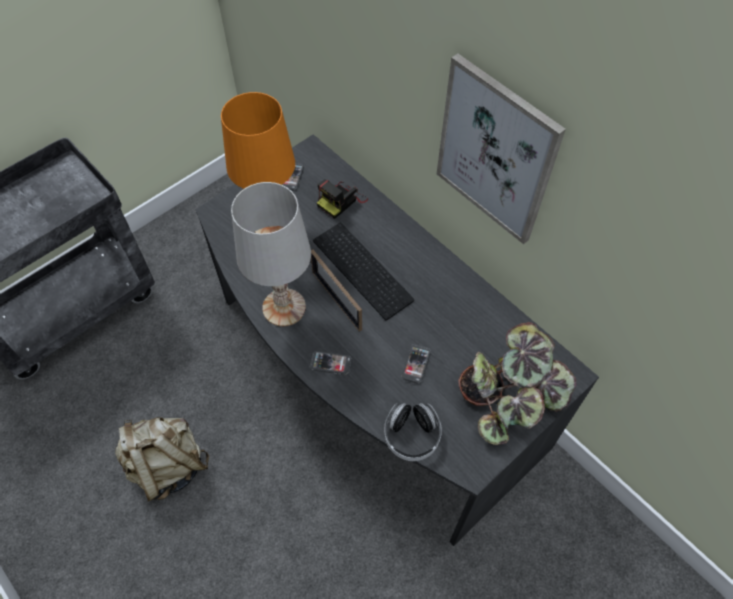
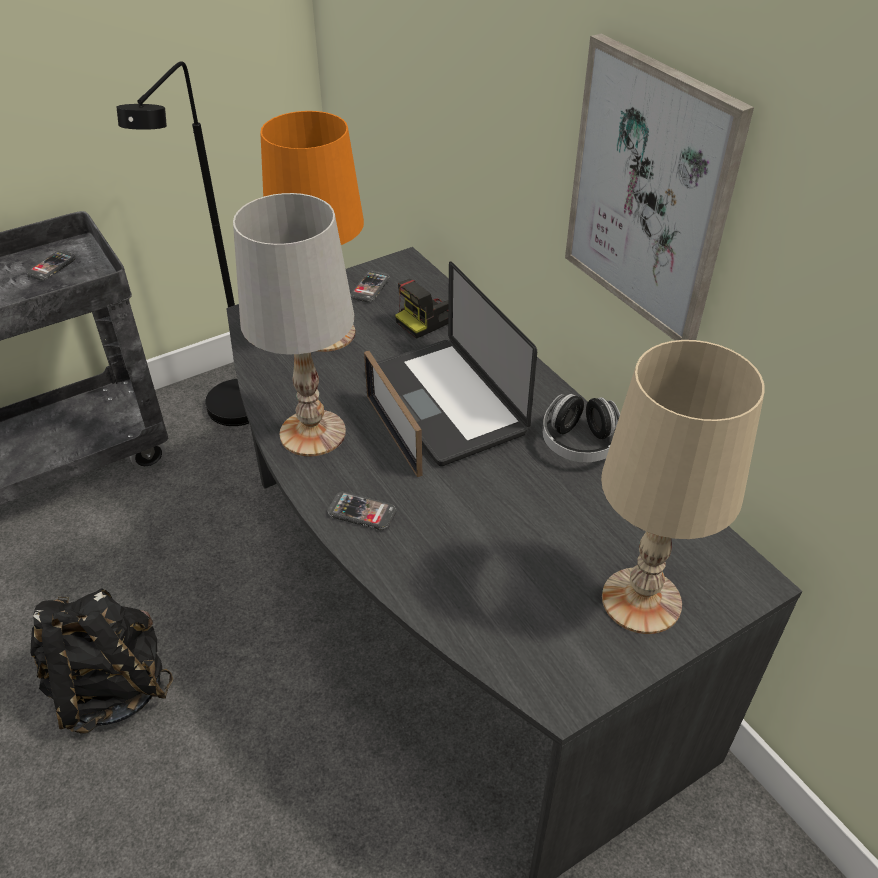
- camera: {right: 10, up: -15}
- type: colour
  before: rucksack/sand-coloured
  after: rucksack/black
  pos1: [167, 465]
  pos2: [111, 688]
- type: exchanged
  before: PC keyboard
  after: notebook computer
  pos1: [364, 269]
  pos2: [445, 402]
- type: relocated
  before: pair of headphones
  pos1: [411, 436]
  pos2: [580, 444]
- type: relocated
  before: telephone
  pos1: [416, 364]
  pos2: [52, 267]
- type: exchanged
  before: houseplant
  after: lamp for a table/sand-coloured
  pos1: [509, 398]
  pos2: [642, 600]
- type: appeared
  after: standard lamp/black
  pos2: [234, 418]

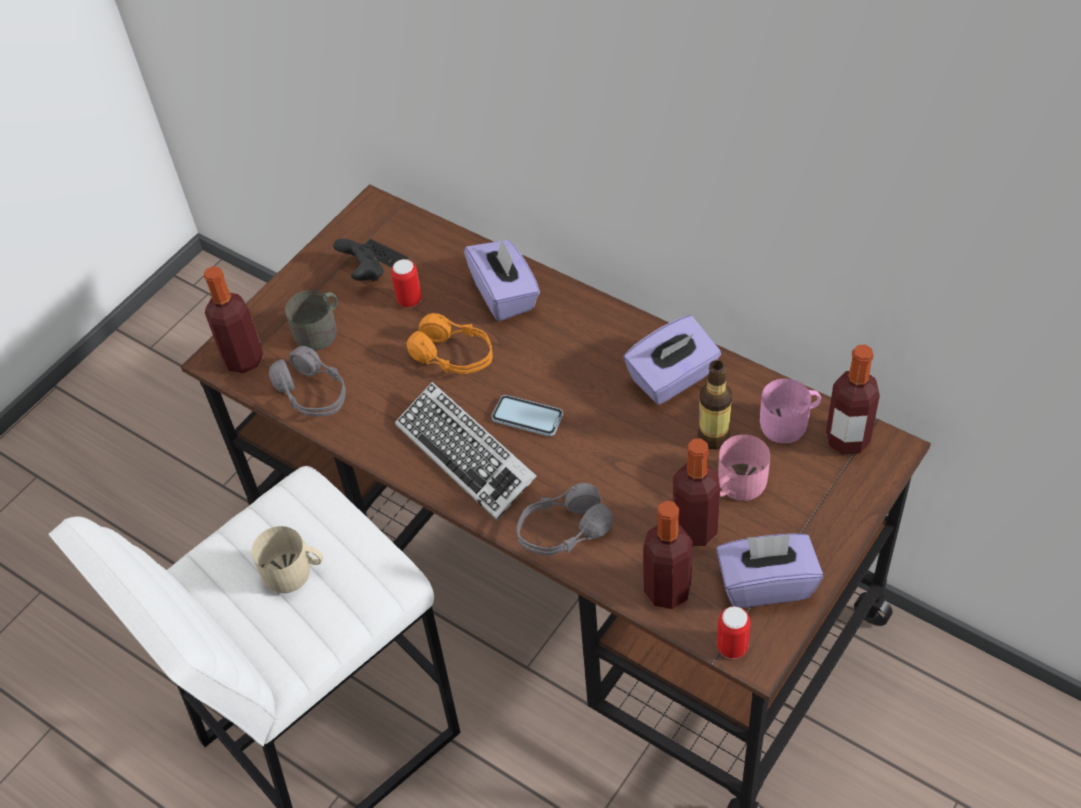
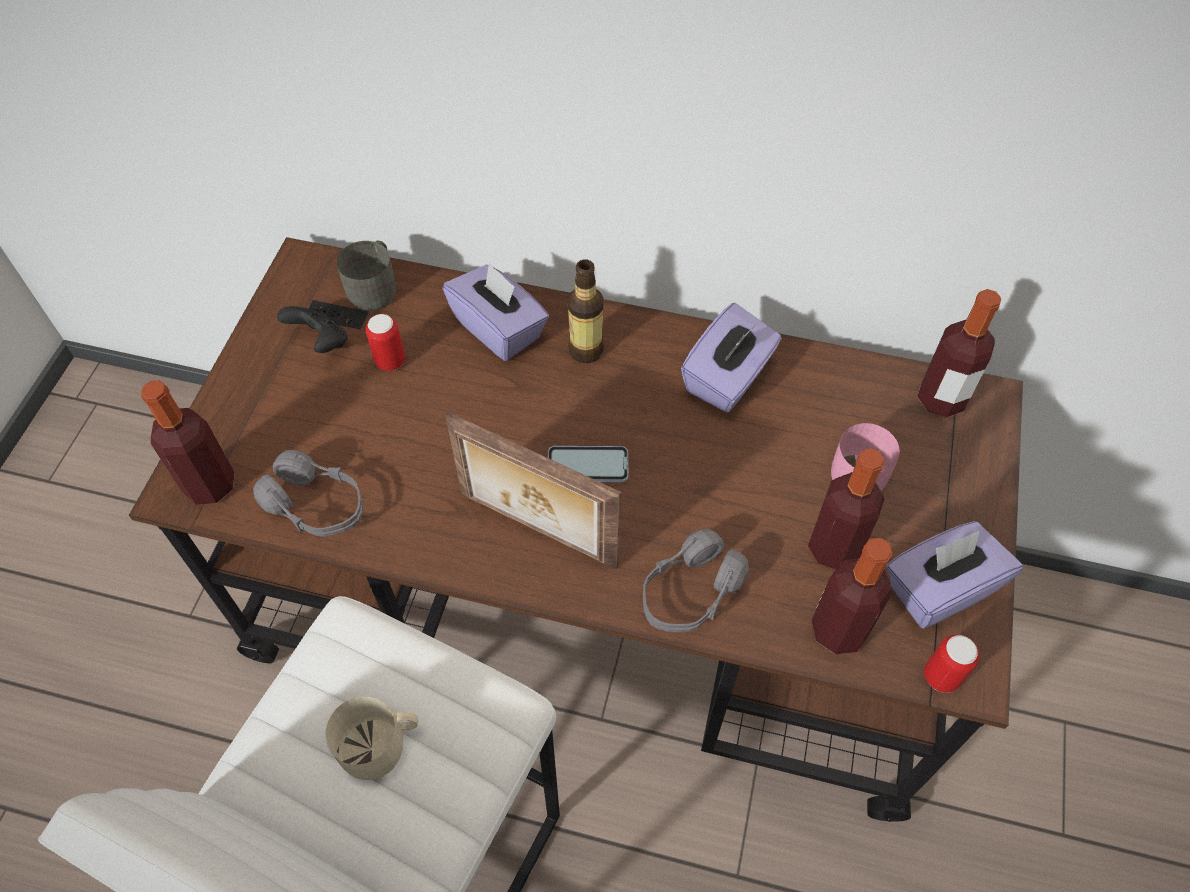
- camera: {right: -25, up: 5}
- type: relocated
  before: tea mug/greyish
  pos1: [321, 331]
  pos2: [375, 287]
- type: exchanged
  before: PC keyboard
  after: standing frame
  pos1: [466, 455]
  pos2: [536, 532]
- type: missing
  before: pair of headphones/orange
  pos1: [454, 356]
- type: relocated
  before: beverage bottle
  pos1: [713, 437]
  pos2: [586, 350]
- type: missing
  before: tea mug/pink
  pos1: [790, 423]

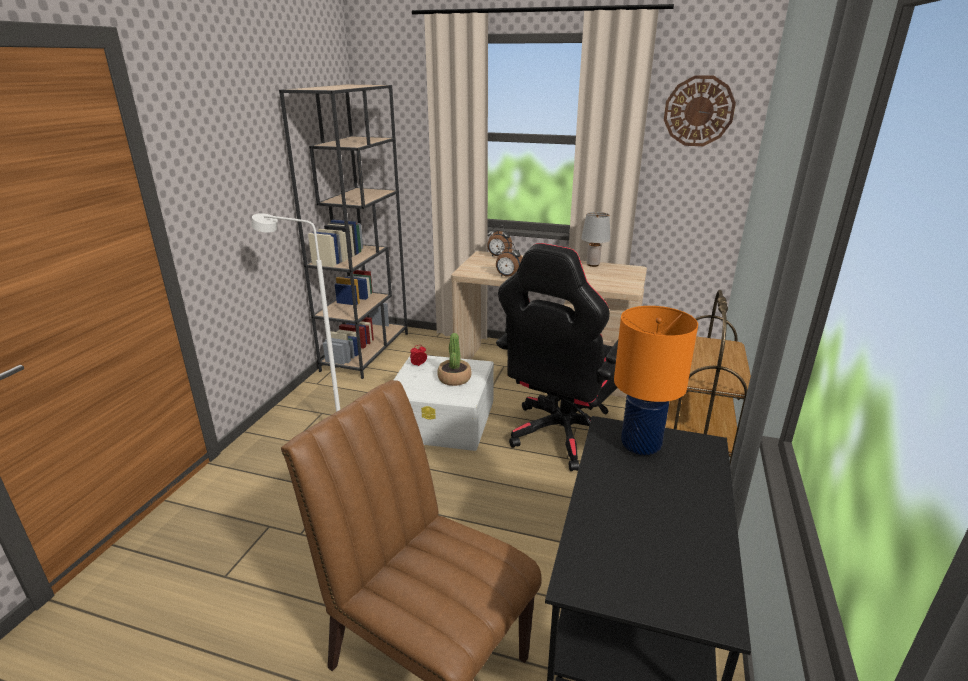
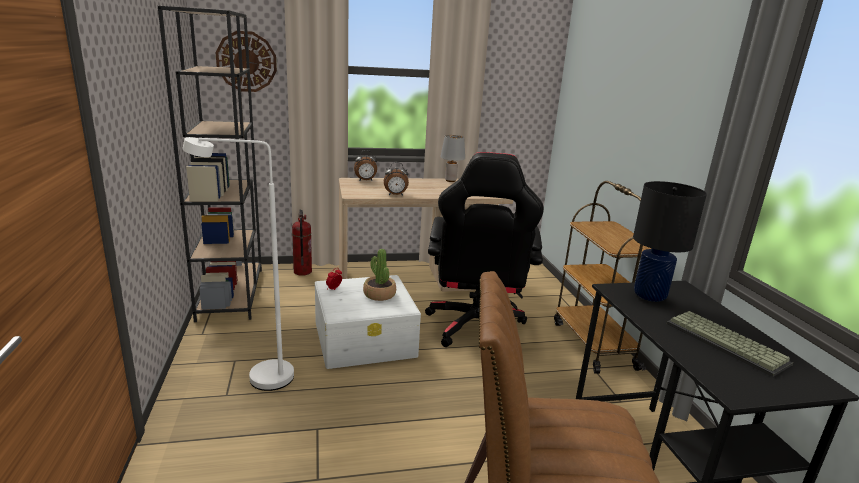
- camera: {right: -30, up: -5}
- type: colour
  before: lamp for a table/orange
  after: lamp for a table/black
  pos1: [640, 447]
  pos2: [649, 297]
- type: relocated
  before: hanging clock
  pos1: [698, 111]
  pos2: [246, 61]
- type: appeared
  after: extinguisher
  pos2: [302, 272]
- type: appeared
  after: PC keyboard
  pos2: [727, 343]

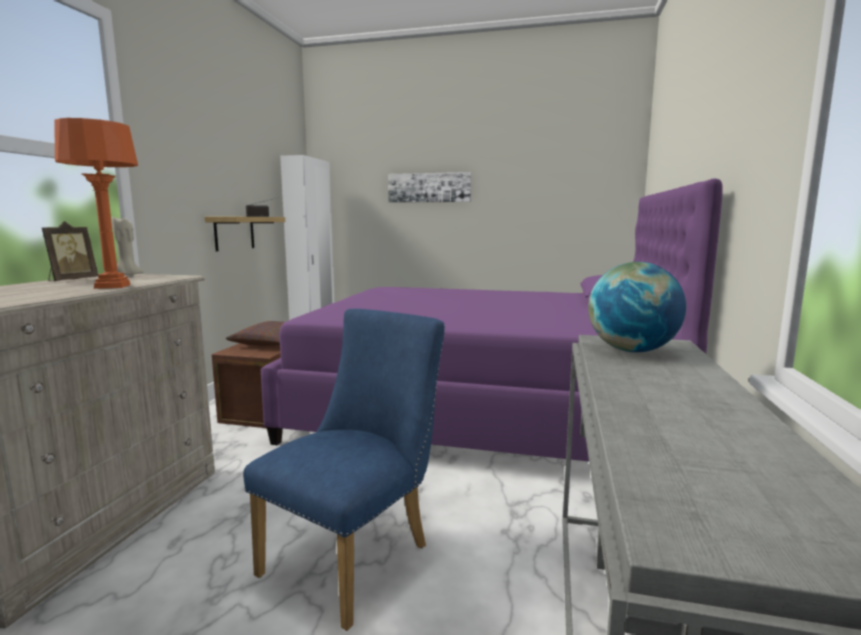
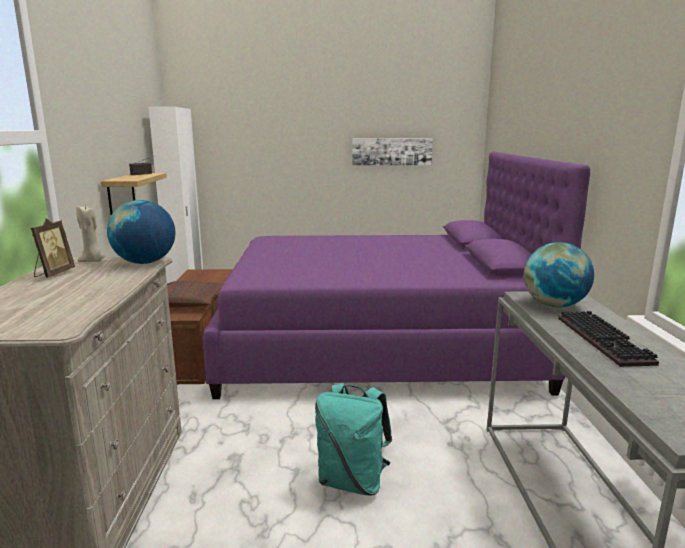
- camera: {right: -15, up: 5}
- type: missing
  before: lamp for a table/orange
  pos1: [113, 286]
- type: exchanged
  before: plain chair/blue
  after: rucksack/turquoise-coloured
  pos1: [356, 556]
  pos2: [352, 481]
- type: relocated
  before: wall picture
  pos1: [429, 187]
  pos2: [391, 151]
- type: appeared
  after: world globe
  pos2: [145, 262]
- type: appeared
  after: PC keyboard
  pos2: [606, 341]

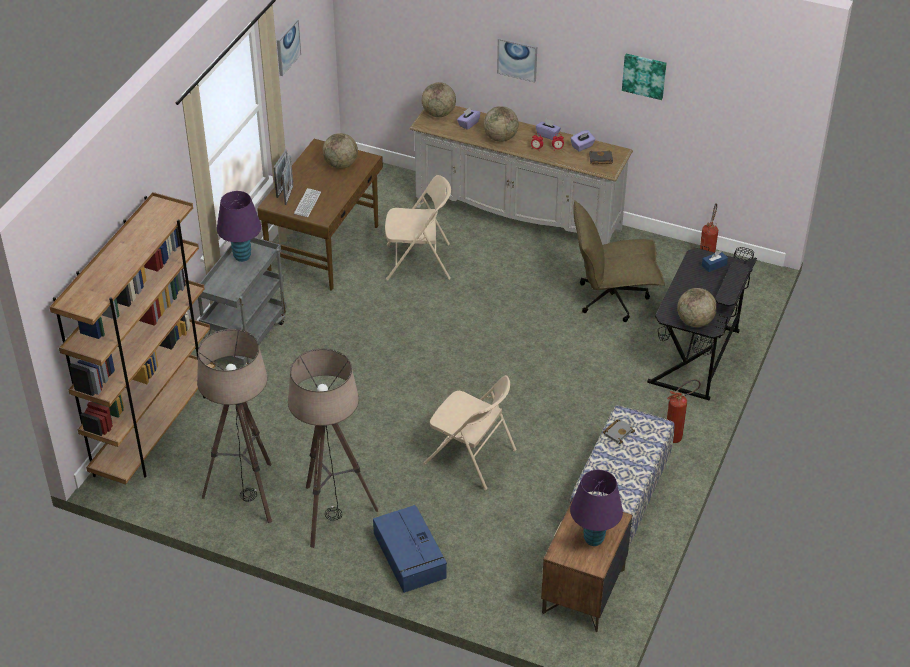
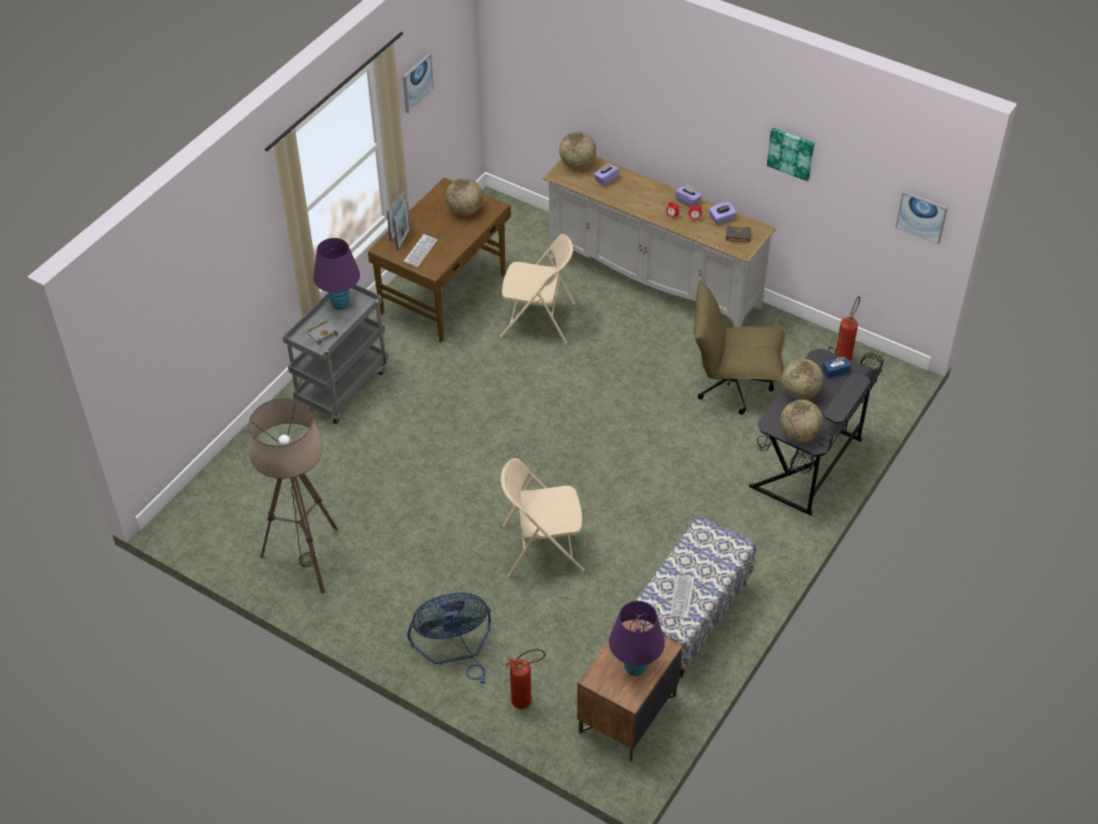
- camera: {right: 10, up: 5}
- type: missing
  before: bookshelf/brown-coloured
  pos1: [155, 429]
- type: missing
  before: standard lamp
  pos1: [332, 514]
- type: exchanged
  before: storage bin/blue
  after: fan/blue
  pos1: [410, 556]
  pos2: [456, 650]
- type: spun
  before: plain chair/sand-coloured
  pos1: [470, 457]
  pos2: [543, 547]
  turn: 135
- type: relocated
  before: world globe
  pos1: [500, 138]
  pos2: [800, 393]
- type: relocated
  before: wall picture
  pos1: [517, 59]
  pos2: [921, 216]
- type: relocated
  before: volume/greyish
  pos1: [618, 432]
  pos2: [322, 333]
- type: relocated
  before: extinguisher
  pos1: [677, 436]
  pos2: [526, 700]
- type: appeared
  after: PC keyboard
  pos2: [682, 597]

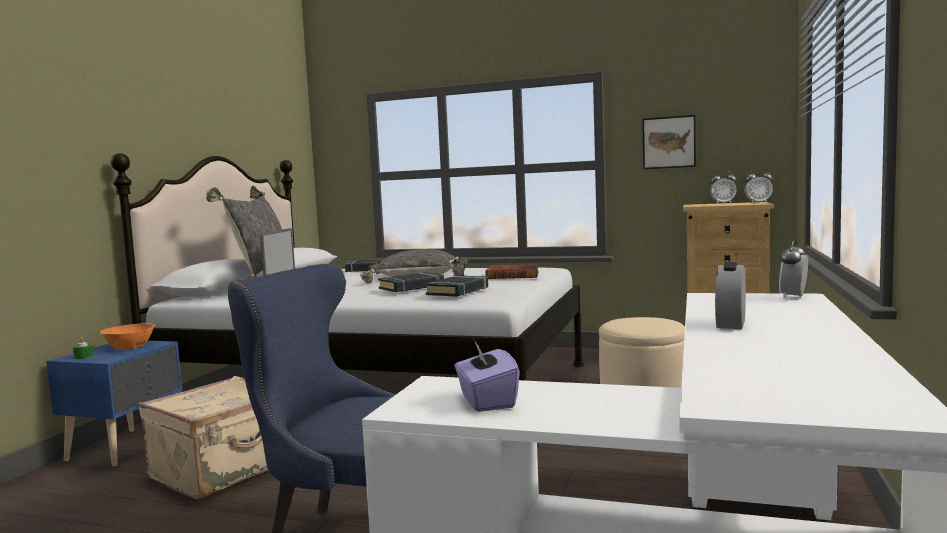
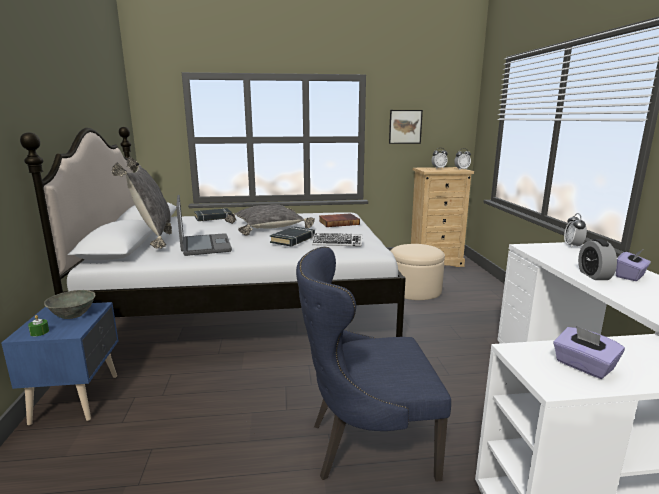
- camera: {right: -25, up: 10}
- type: colour
  before: serving bowl/orange
  after: serving bowl/greyish
  pos1: [129, 347]
  pos2: [72, 314]
- type: missing
  before: piece of luggage/sand-coloured
  pos1: [224, 470]
- type: exchanged
  before: volume/black
  after: PC keyboard
  pos1: [458, 291]
  pos2: [337, 243]
- type: appeared
  after: tissue box/purple-coloured
  pos2: [630, 276]

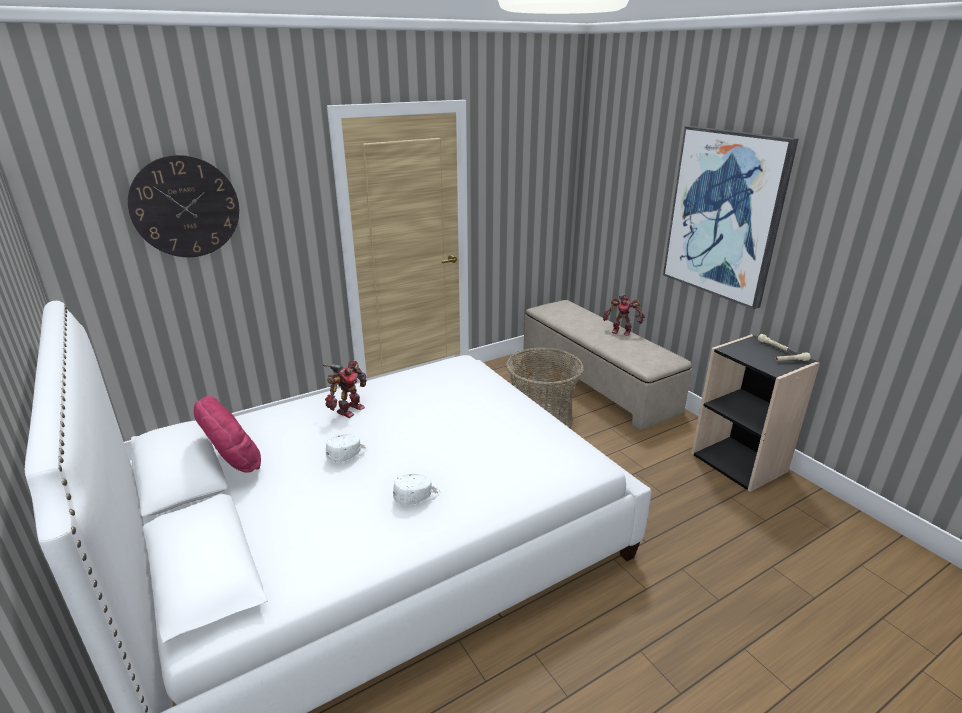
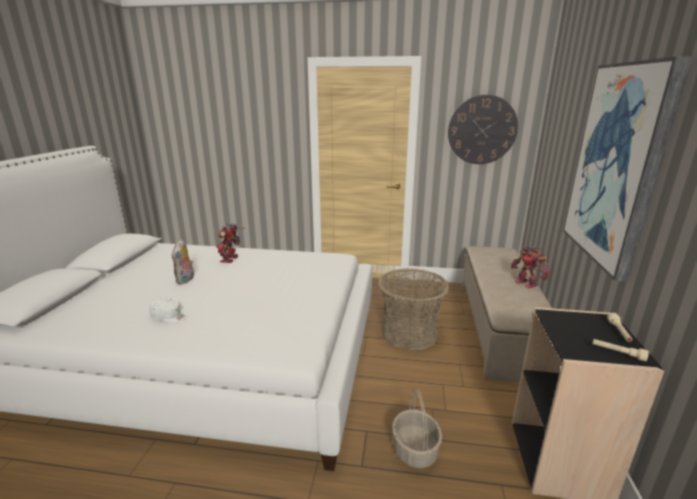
- camera: {right: 40, up: -5}
- type: relocated
  before: hanging clock
  pos1: [185, 207]
  pos2: [482, 130]
- type: missing
  before: cushion/pink
  pos1: [234, 466]
- type: spun
  before: toy robot
  pos1: [348, 409]
  pos2: [230, 259]
  turn: 120
- type: exchanged
  before: cap/white
  after: cuddly toy
  pos1: [347, 454]
  pos2: [186, 280]
- type: appeared
  after: storage basket
  pos2: [415, 451]

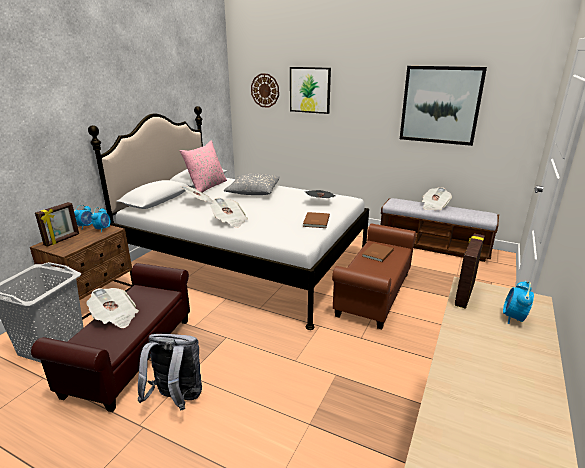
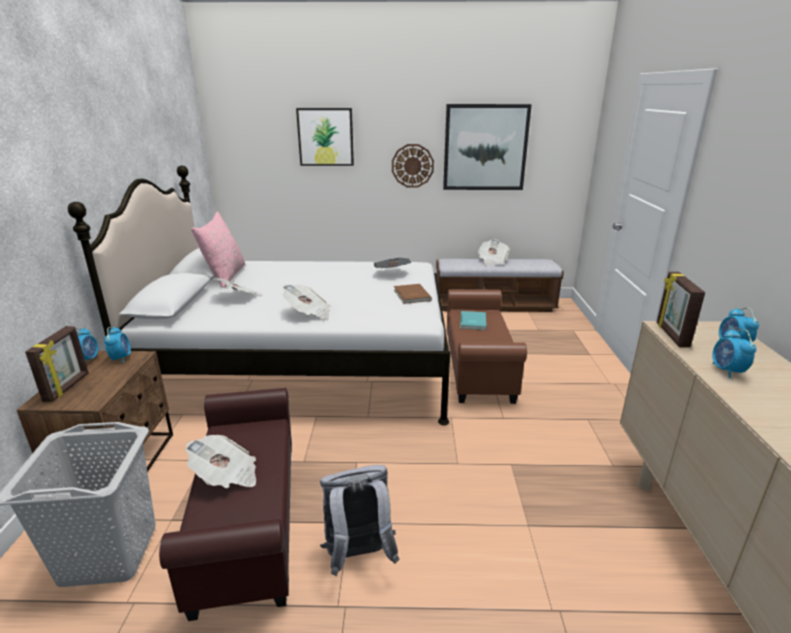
- camera: {right: -25, up: 0}
- type: missing
  before: cushion/greyish
  pos1: [253, 191]
- type: relocated
  before: hanging clock
  pos1: [265, 90]
  pos2: [412, 166]
- type: colour
  before: volume/brown-coloured
  after: volume/turquoise-coloured
  pos1: [376, 253]
  pos2: [472, 322]
- type: appeared
  after: bedside clock
  pos2: [727, 371]

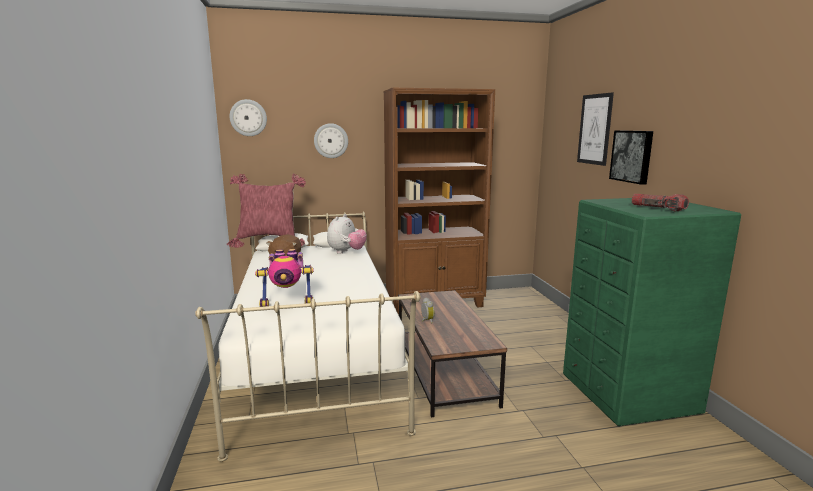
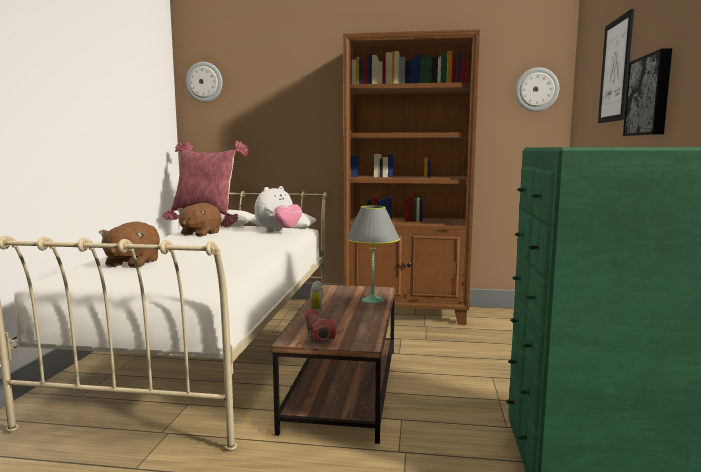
- camera: {right: 20, up: -5}
- type: exchanged
  before: toy robot
  after: cuddly toy/brown-coloured
  pos1: [287, 303]
  pos2: [132, 263]
- type: relocated
  before: hanging clock
  pos1: [331, 140]
  pos2: [536, 89]
- type: relocated
  before: hand torch
  pos1: [658, 208]
  pos2: [317, 333]
- type: appeared
  after: lamp for a table/greyish
  pos2: [372, 300]

